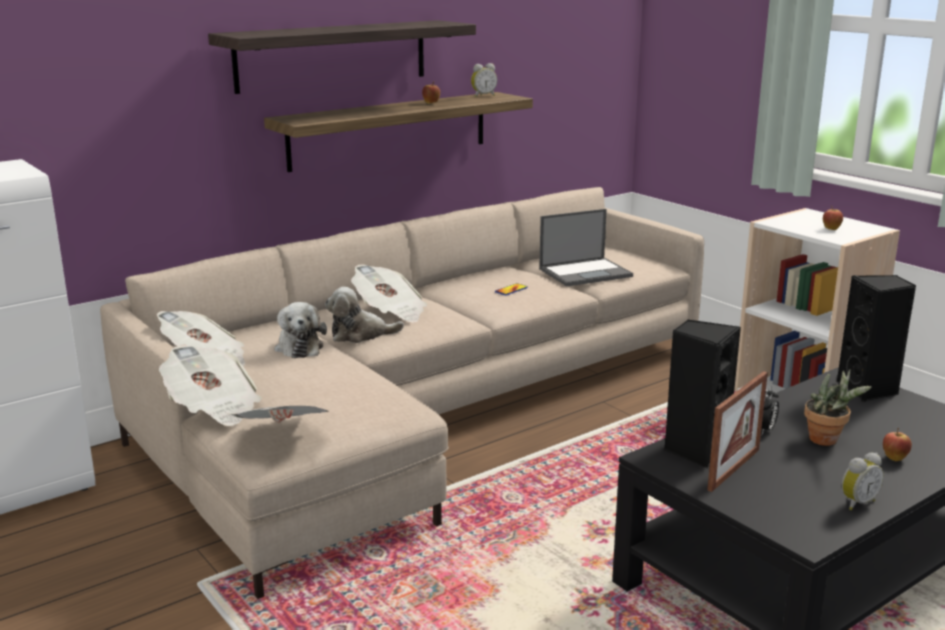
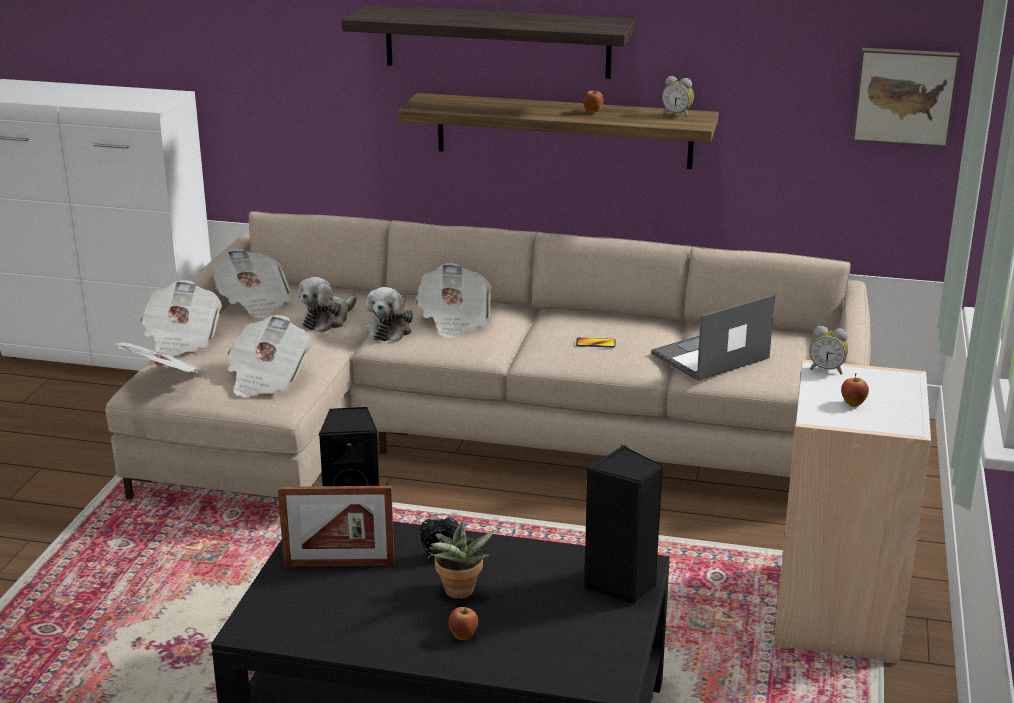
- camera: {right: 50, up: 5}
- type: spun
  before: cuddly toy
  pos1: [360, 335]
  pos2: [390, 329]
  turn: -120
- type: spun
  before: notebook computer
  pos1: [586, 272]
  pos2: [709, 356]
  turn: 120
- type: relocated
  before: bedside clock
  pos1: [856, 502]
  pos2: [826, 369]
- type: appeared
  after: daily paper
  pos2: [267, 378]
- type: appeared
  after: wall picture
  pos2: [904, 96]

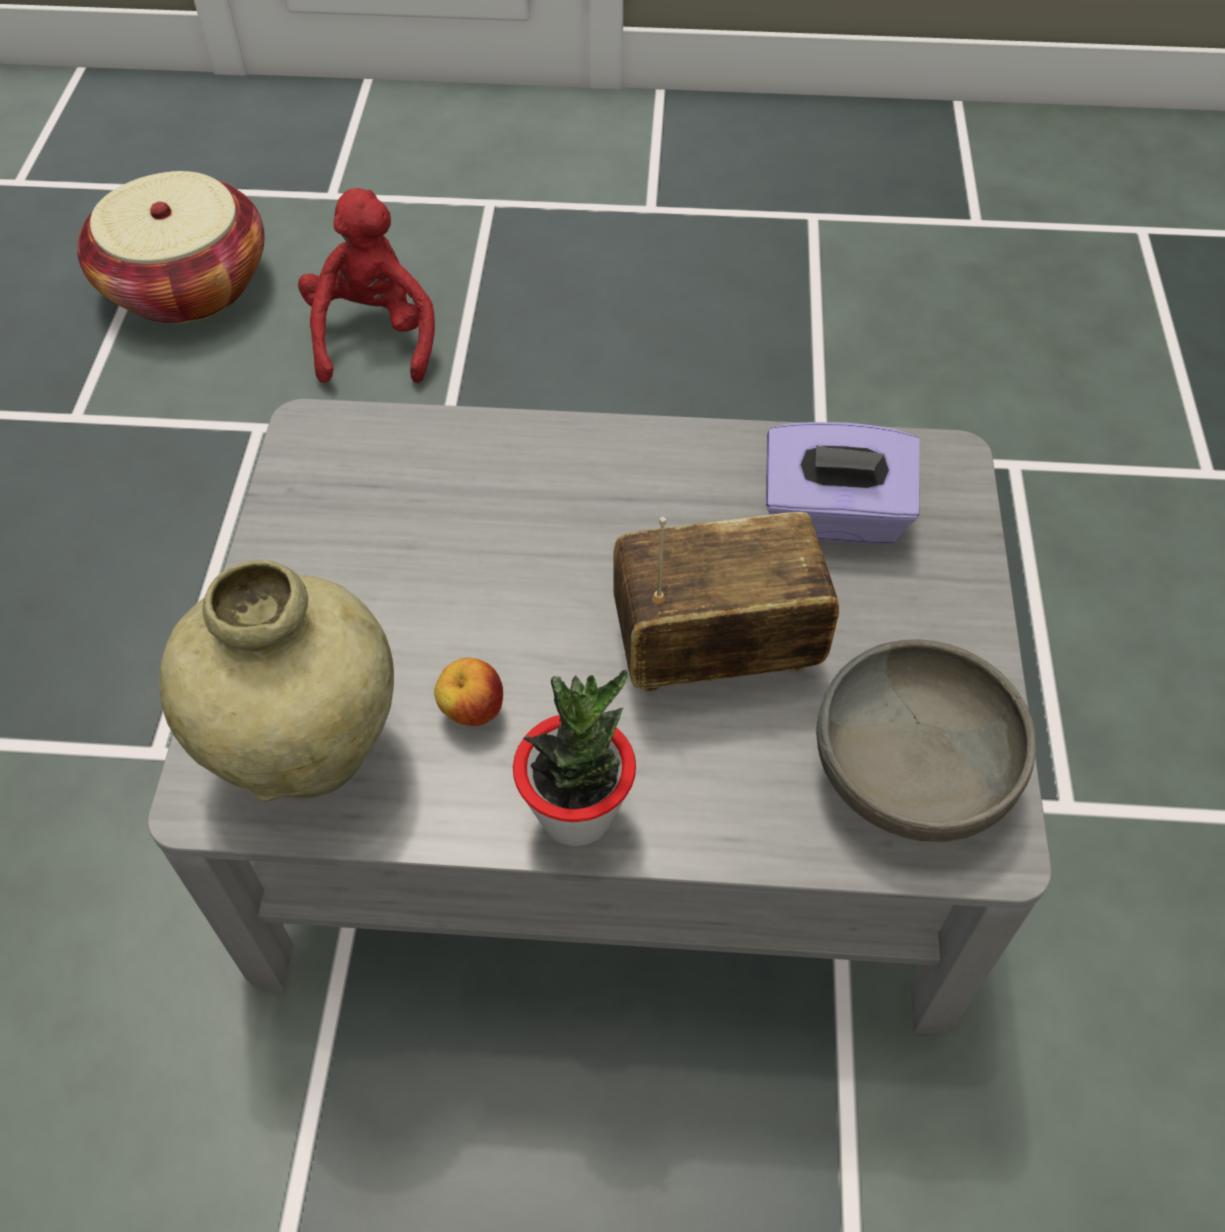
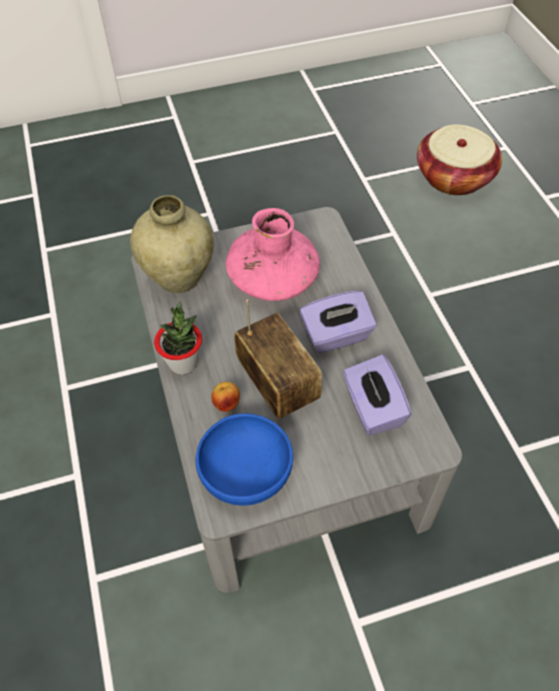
- camera: {right: 70, up: 0}
- type: missing
  before: cuddly toy/reddish
  pos1: [374, 337]
- type: relocated
  before: apple fruit
  pos1: [472, 711]
  pos2: [226, 404]
- type: colour
  before: serving bowl/greyish
  after: serving bowl/blue
  pos1: [911, 770]
  pos2: [246, 472]
- type: appeared
  after: vase/pink
  pos2: [273, 279]
- type: appeared
  after: tissue box/purple-coloured
  pos2: [336, 336]

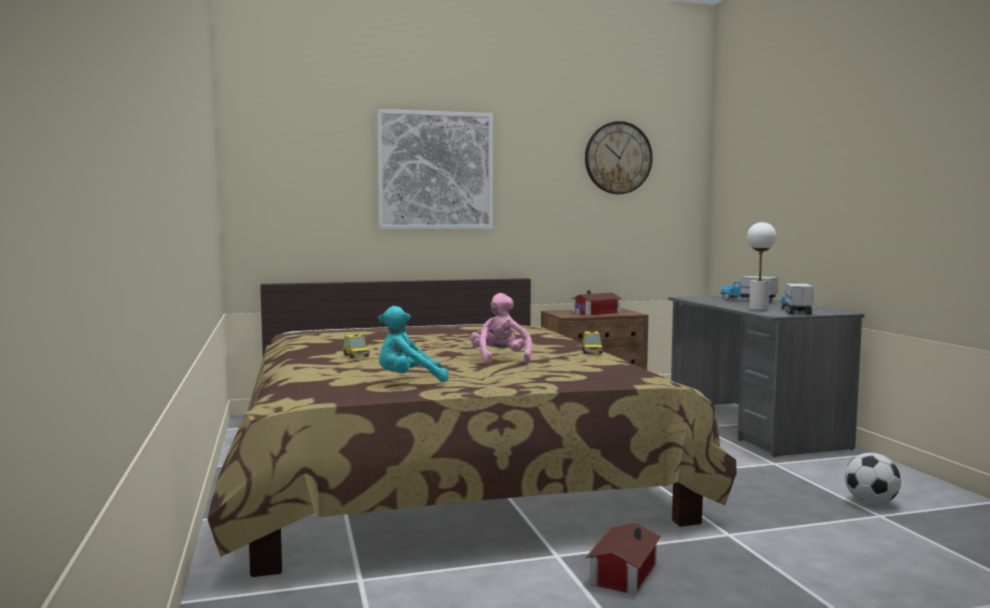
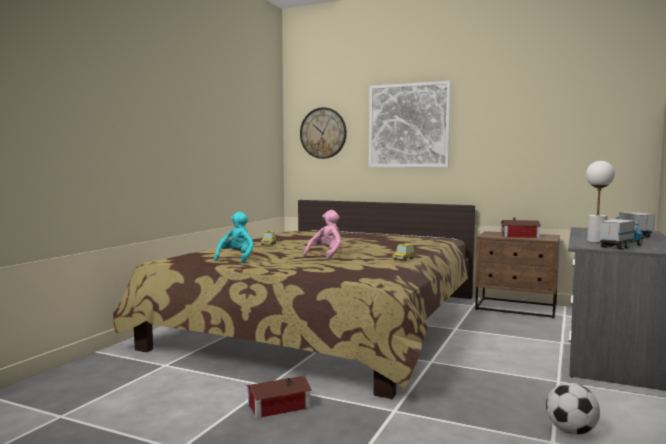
- camera: {right: 40, up: 0}
- type: spun
  before: cuddly toy/turquoise-coloured
  pos1: [409, 381]
  pos2: [236, 259]
  turn: 75
- type: relocated
  before: hanging clock
  pos1: [618, 158]
  pos2: [323, 133]

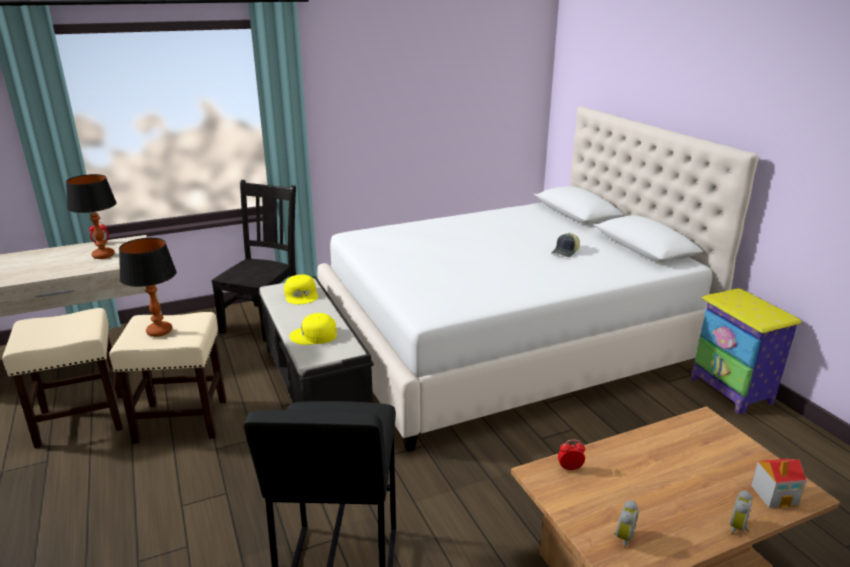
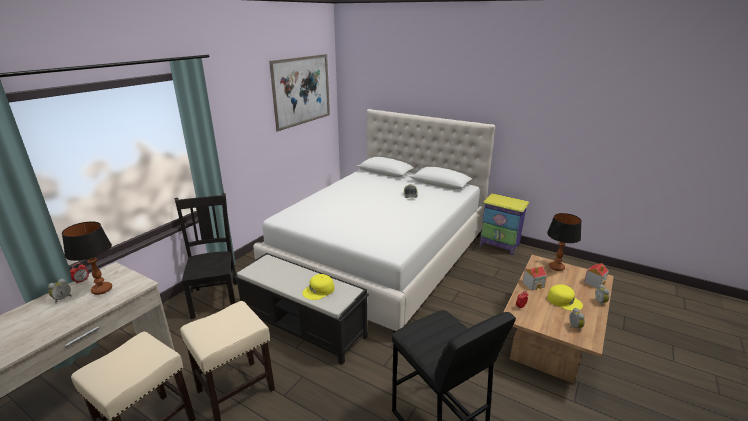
- camera: {right: -35, up: 0}
- type: relocated
  before: lamp for a table
  pos1: [159, 331]
  pos2: [556, 267]
- type: relocated
  before: cap/yellow
  pos1: [302, 295]
  pos2: [564, 301]
- type: appeared
  after: bedside clock
  pos2: [62, 298]
- type: appeared
  after: wall picture
  pos2: [302, 90]
- type: appeared
  after: toy house
  pos2: [533, 284]

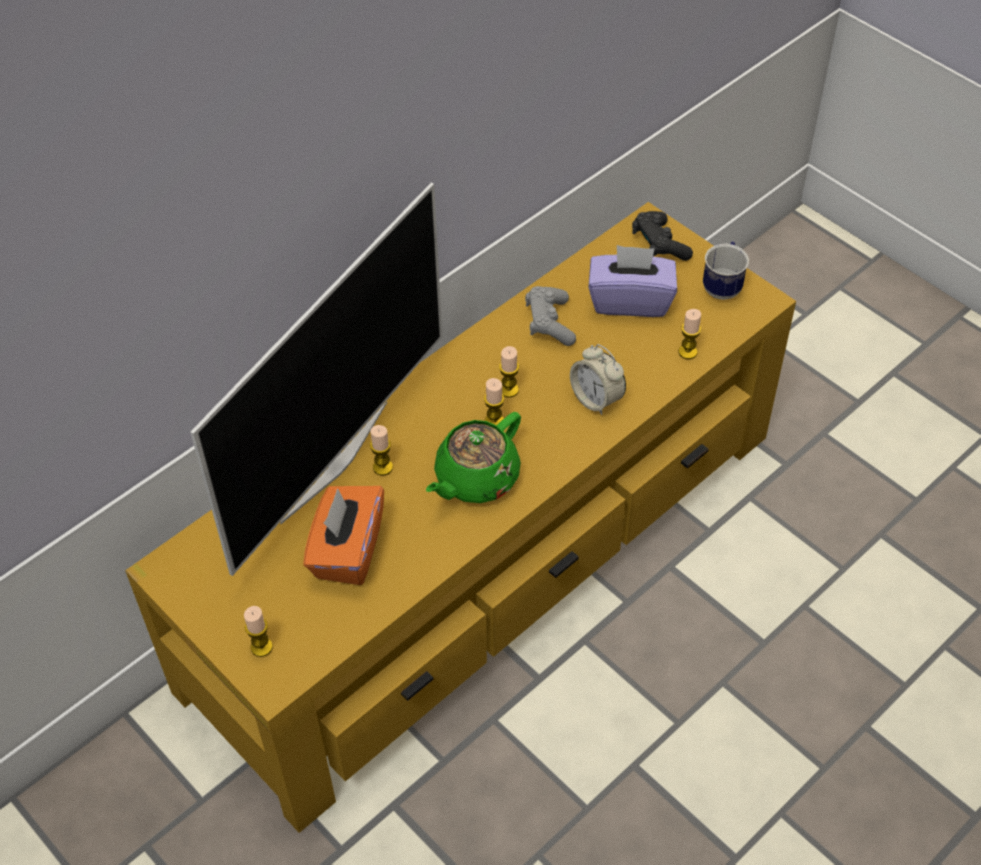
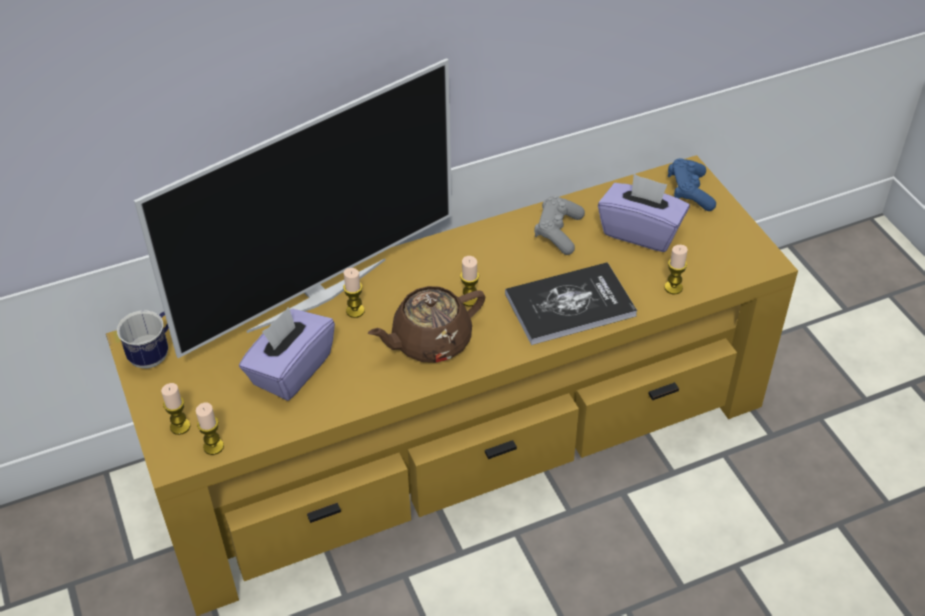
- camera: {right: 20, up: -5}
- type: colour
  before: tissue box/orange
  after: tissue box/purple-coloured
  pos1: [347, 551]
  pos2: [291, 370]
- type: colour
  before: tea pot/green
  after: tea pot/brown-coloured
  pos1: [475, 478]
  pos2: [430, 342]
- type: relocated
  before: candle
  pos1: [509, 390]
  pos2: [213, 446]
- type: exchanged
  before: bedside clock
  after: volume
  pos1: [596, 399]
  pos2: [570, 305]
- type: colour
  before: joypad/black
  after: joypad/blue
  pos1: [659, 245]
  pos2: [689, 192]
- type: relocated
  before: tea mug
  pos1: [723, 286]
  pos2: [154, 354]

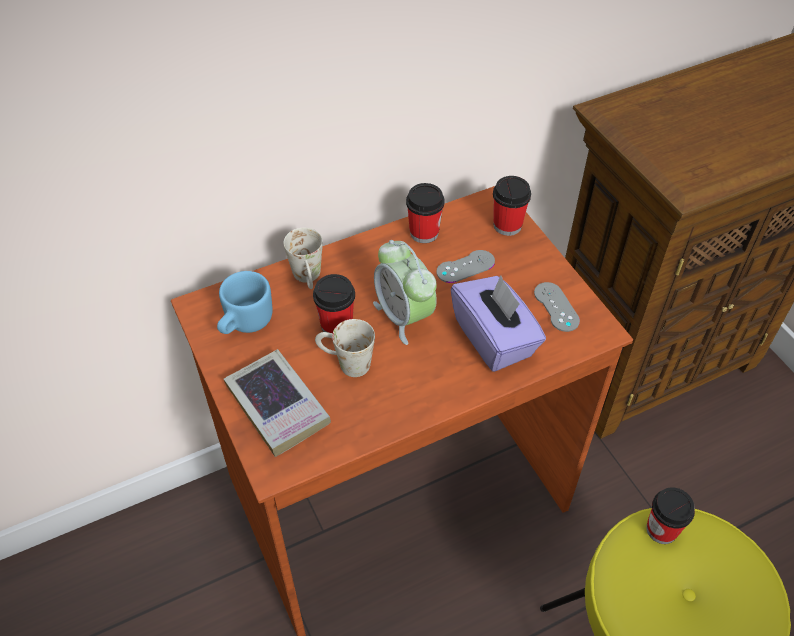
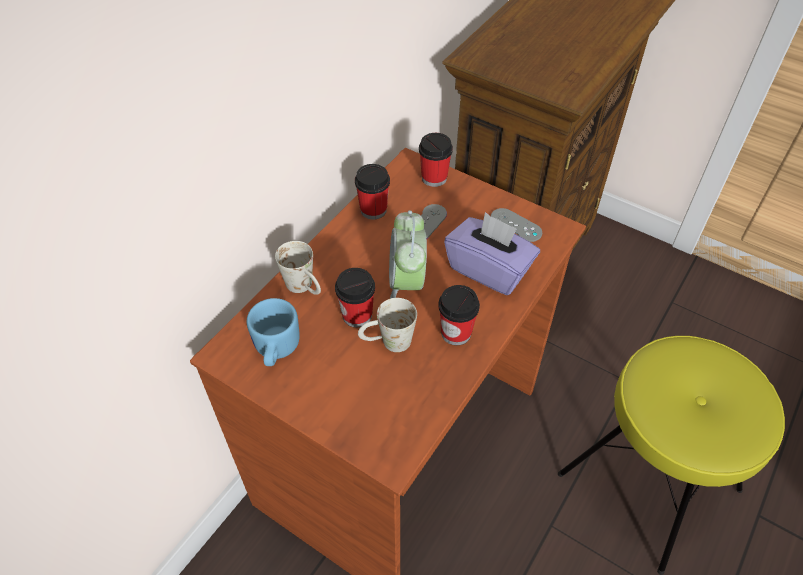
- camera: {right: -30, up: 0}
- type: missing
  before: volume
  pos1: [277, 406]
- type: spun
  before: bedside clock
  pos1: [404, 316]
  pos2: [407, 283]
  turn: 60
- type: relocated
  before: drinking cup
  pos1: [661, 529]
  pos2: [456, 333]

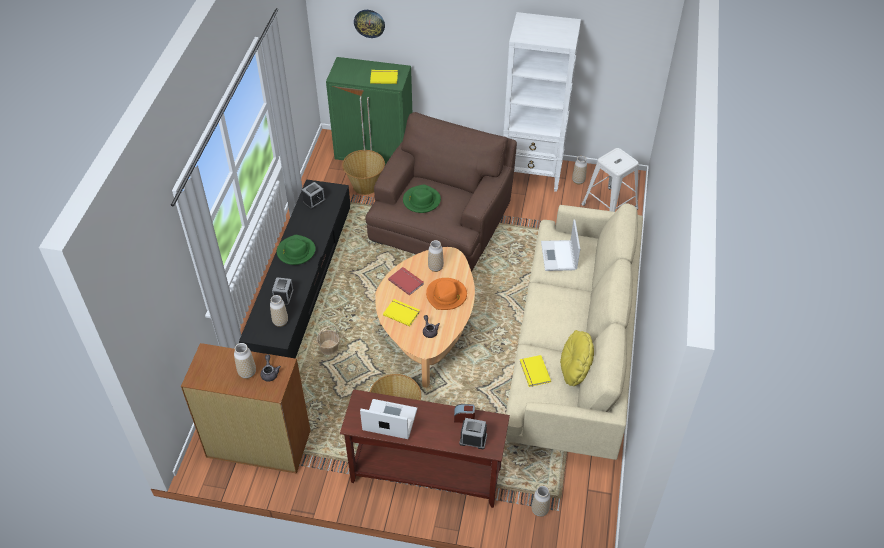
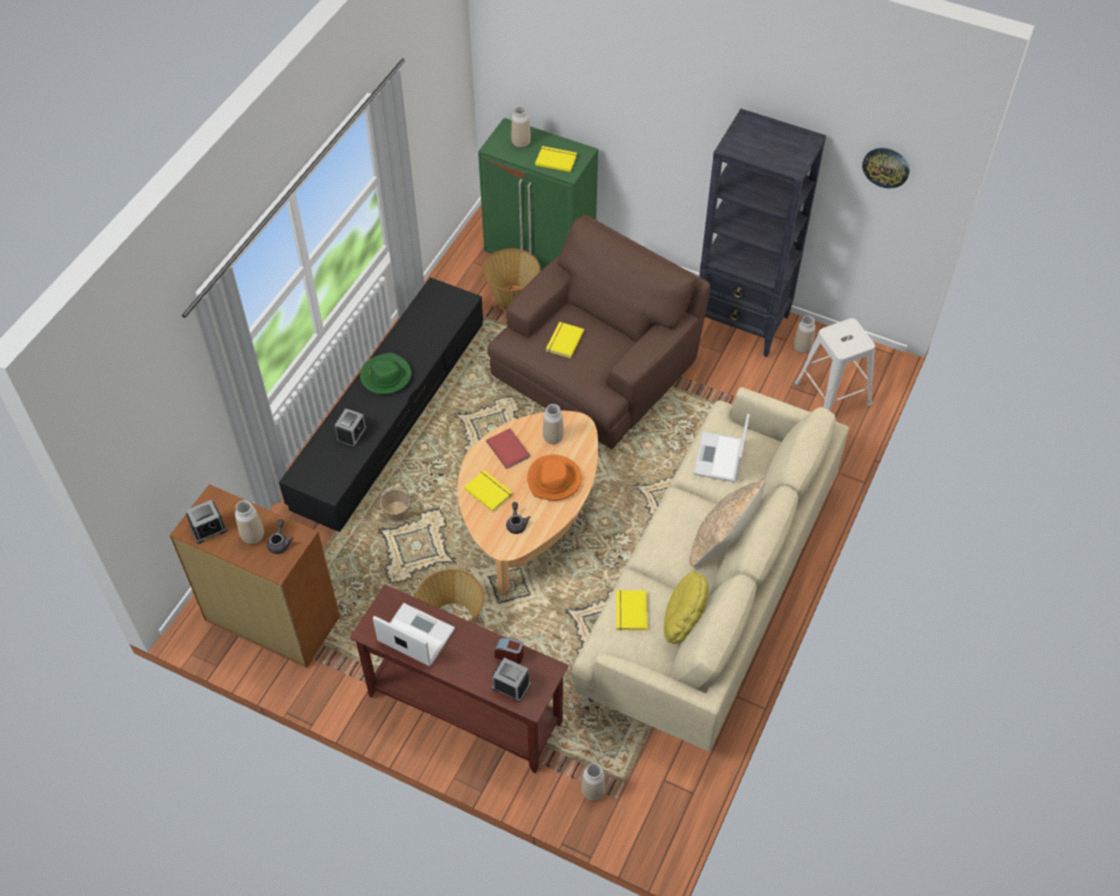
- camera: {right: 15, up: 5}
- type: relocated
  before: vase
  pos1: [280, 322]
  pos2: [521, 143]
- type: relocated
  before: bedside clock
  pos1: [314, 201]
  pos2: [208, 529]
- type: relocated
  before: hanging clock
  pos1: [369, 23]
  pos2: [886, 167]
- type: exchanged
  before: clothing hat/green
  after: volume/yellow
  pos1: [421, 201]
  pos2: [563, 341]
- type: colour
  before: bookshelf/white
  after: bookshelf/black
  pos1: [532, 173]
  pos2: [742, 324]
- type: appeared
  after: cushion/sand-coloured
  pos2: [721, 546]

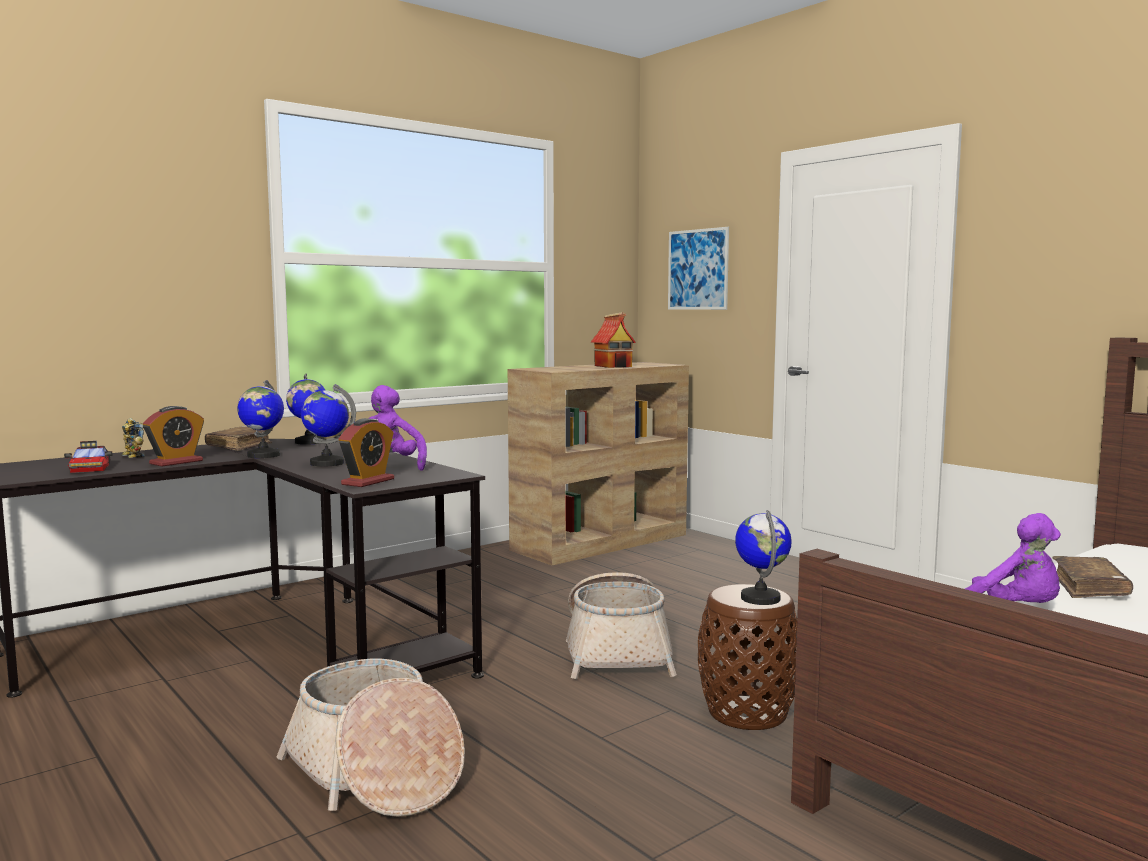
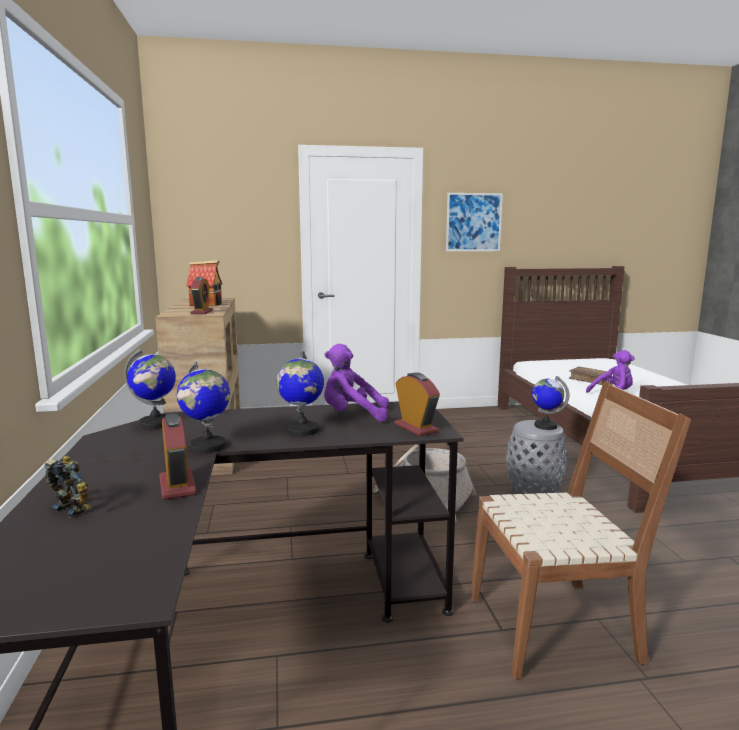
- camera: {right: -60, up: 5}
- type: missing
  before: miniature car
  pos1: [90, 468]
- type: spun
  before: toy robot
  pos1: [131, 456]
  pos2: [74, 508]
  turn: -135
- type: missing
  before: volume/brown-coloured
  pos1: [239, 446]
- type: exchanged
  before: storage basket
  after: plain chair
  pos1: [375, 773]
  pos2: [559, 628]
- type: relocated
  before: wall picture
  pos1: [698, 269]
  pos2: [473, 222]
- type: colour
  before: sitting stool/brown-coloured
  after: sitting stool/greyish
  pos1: [747, 713]
  pos2: [534, 491]
- type: appeared
  after: bedside clock
  pos2: [201, 312]

